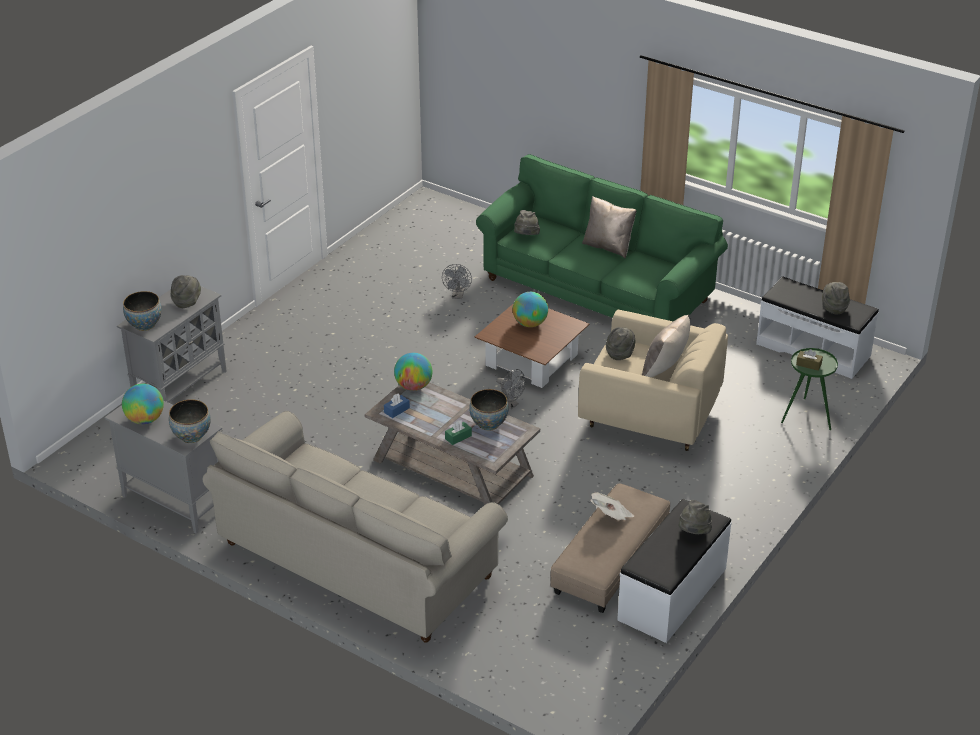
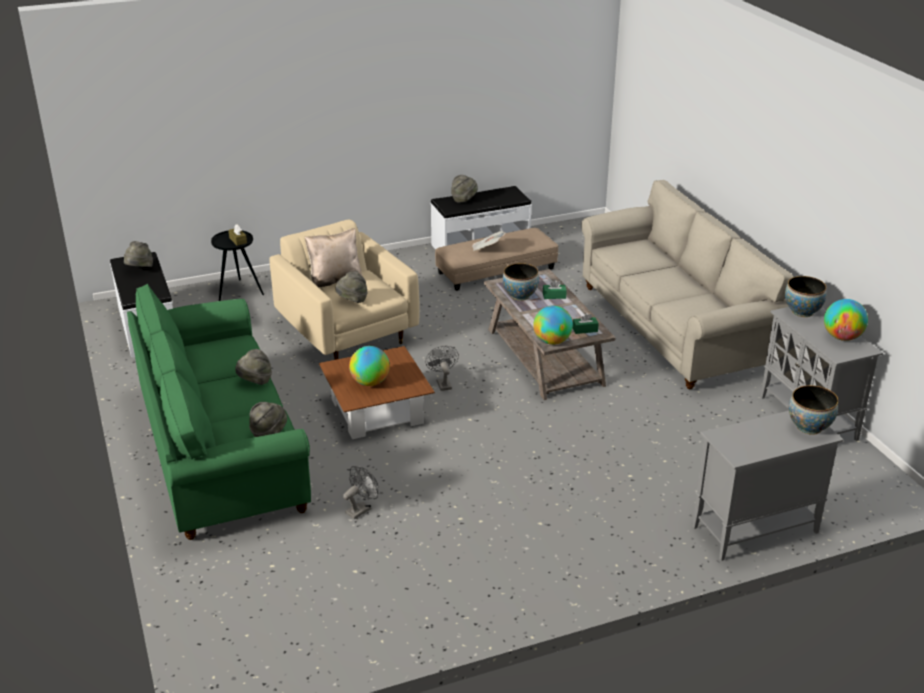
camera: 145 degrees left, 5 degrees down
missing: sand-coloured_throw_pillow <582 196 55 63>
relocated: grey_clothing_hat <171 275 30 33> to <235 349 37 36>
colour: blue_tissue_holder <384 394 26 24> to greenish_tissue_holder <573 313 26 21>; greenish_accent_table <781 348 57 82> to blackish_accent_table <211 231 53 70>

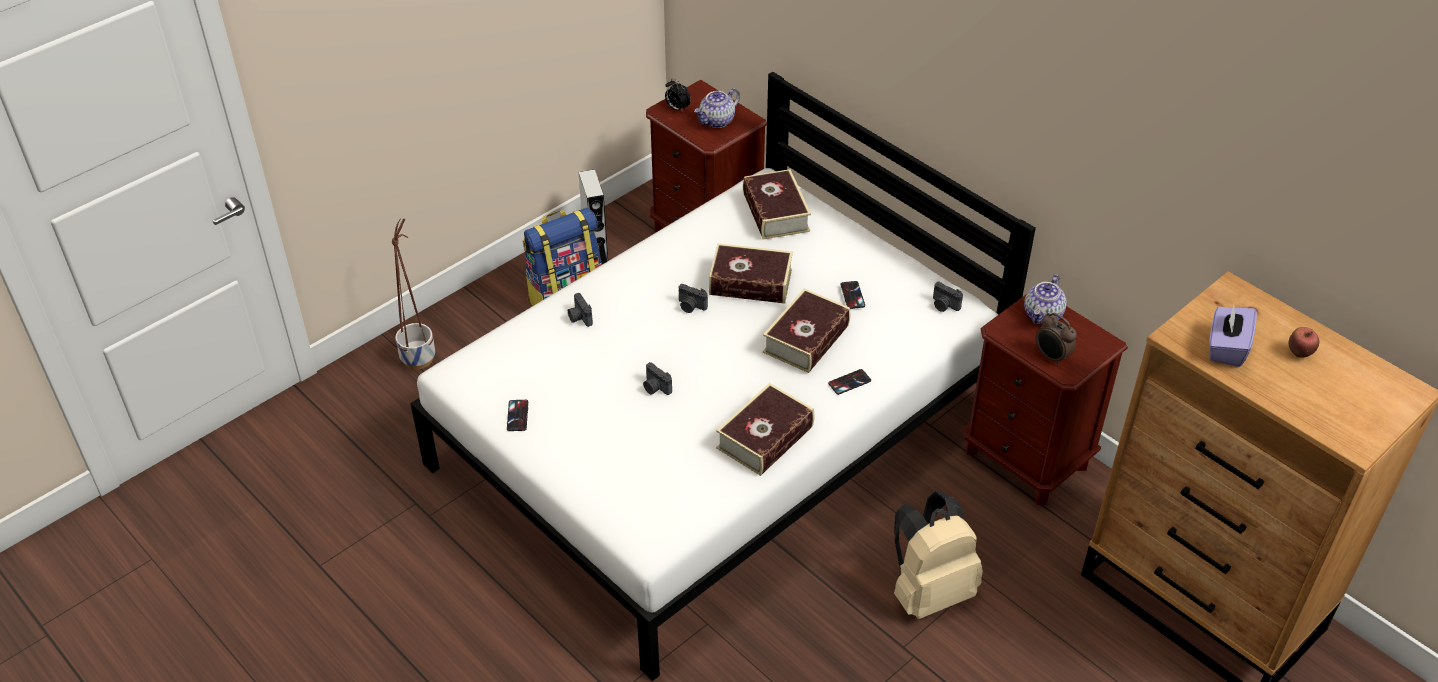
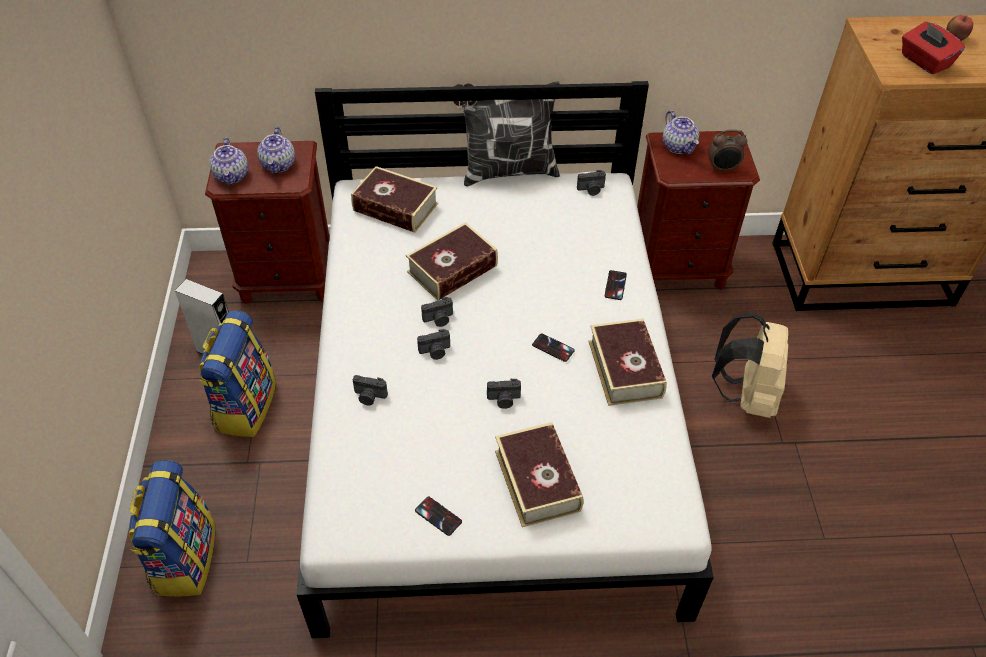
camera: 50 degrees left, 5 degrees up
appeared: photo_camera <417 329 33 31>; throw_pillow <453 81 107 106>
relocated: book <763 288 87 85> to <495 422 89 105>; handset <840 281 25 28> to <532 333 43 29>
exchanged: planter <392 218 43 151> to backpack <129 460 86 137>; alarm_clock <665 79 26 33> to pot_for_tea <209 138 39 47>
colour: purple-coloured_tissue_holder <1209 305 48 62> to red-coloured_tissue_holder <902 22 63 52>

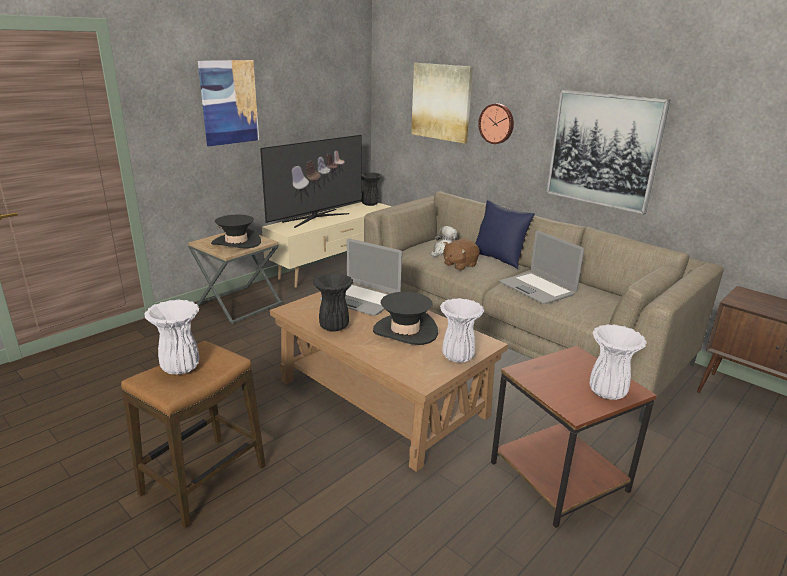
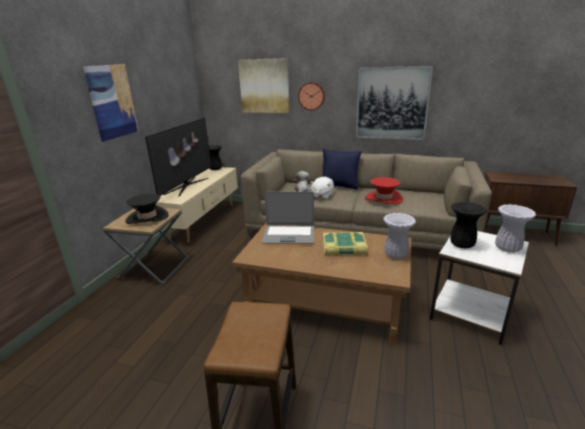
camera: 25 degrees left, 0 degrees up
missing: white-coloured_flower_vase <144 300 56 75>
relocated: blackish_flower_vase <313 273 40 59> to <450 202 37 46>
exchanged: blackish_clothing_hat <373 292 65 53> to book <323 232 45 24>; laptop <499 231 85 73> to red-coloured_clothing_hat <365 177 38 28>
colour: brown_plush_toy <443 239 37 32> to white-coloured_plush_toy <310 177 24 22>; brown_accent_table <491 346 166 182> to white-coloured_accent_table <430 231 99 114>

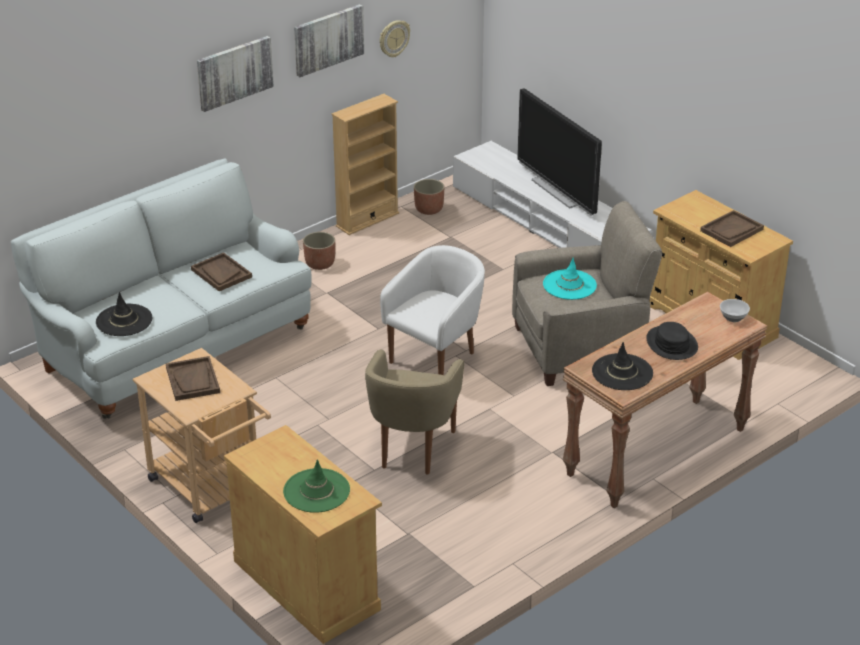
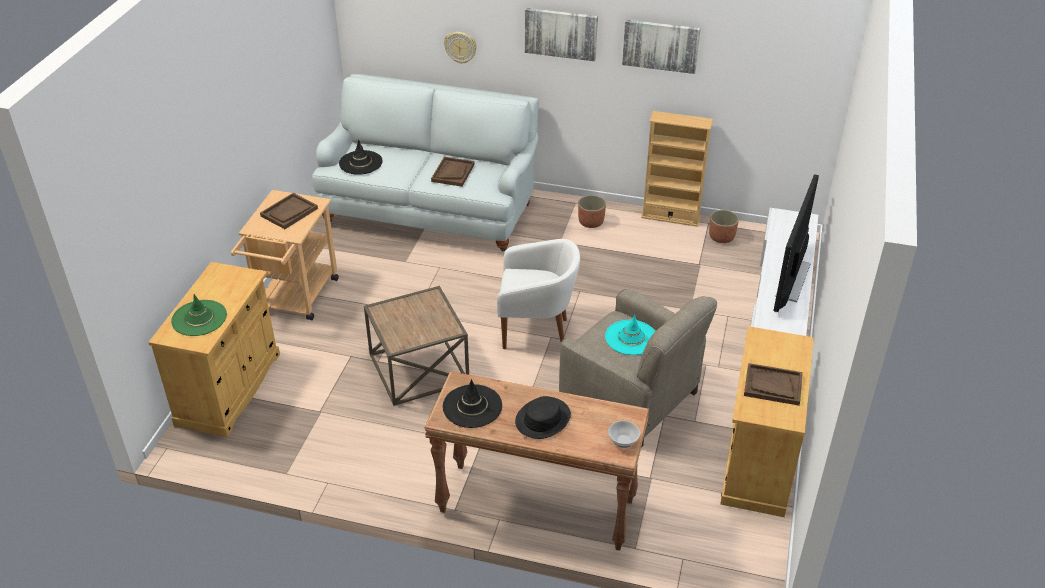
camera: 55 degrees right, 5 degrees up
relocated: wall_clock <380 20 30 37> to <444 32 33 32>
exchanged: sand-coloured_easy_chair <365 349 99 126> to brown_accent_table <364 286 105 120>

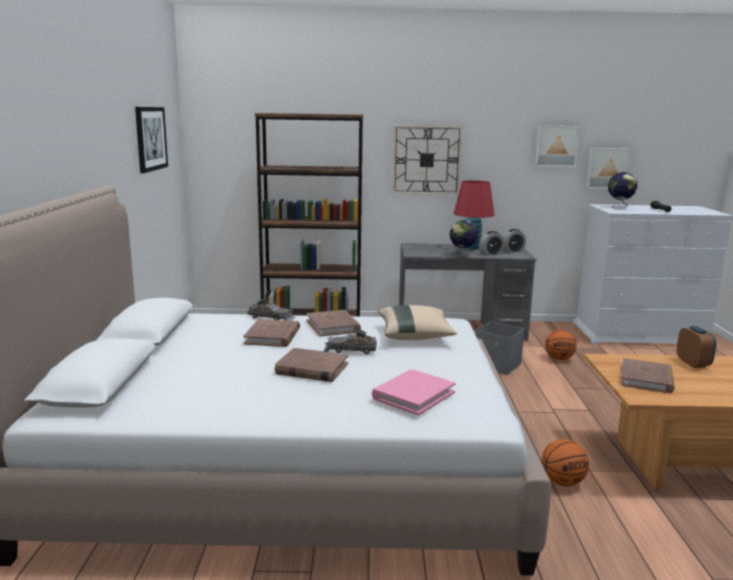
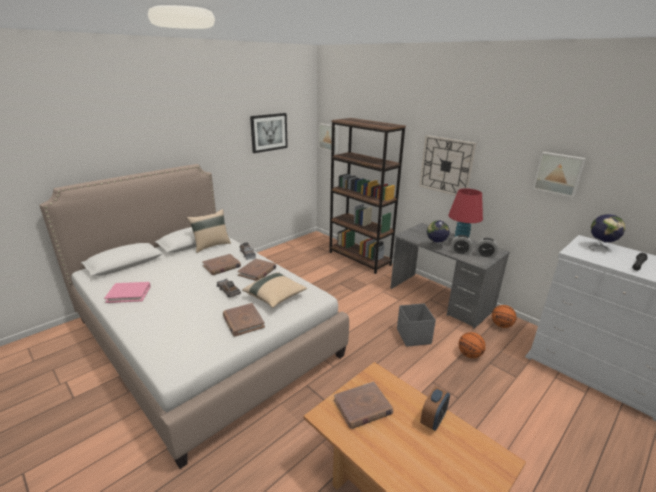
camera: 45 degrees right, 10 degrees up
appeared: sand-coloured_throw_pillow <186 209 45 44>
relocated: brown_book <275 348 73 34> to <223 303 42 34>; pink_book <372 370 83 45> to <104 282 47 21>; basketball_ball <541 439 48 47> to <492 305 25 23>; wall_art <586 148 46 41> to <319 123 20 29>

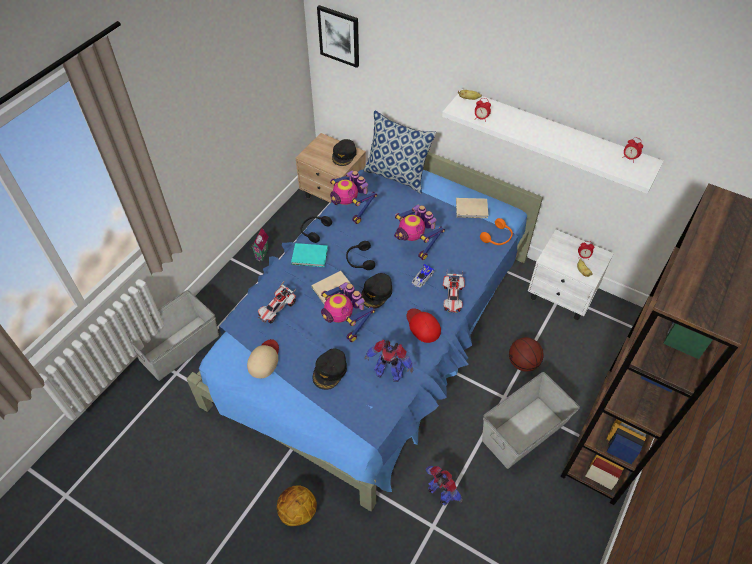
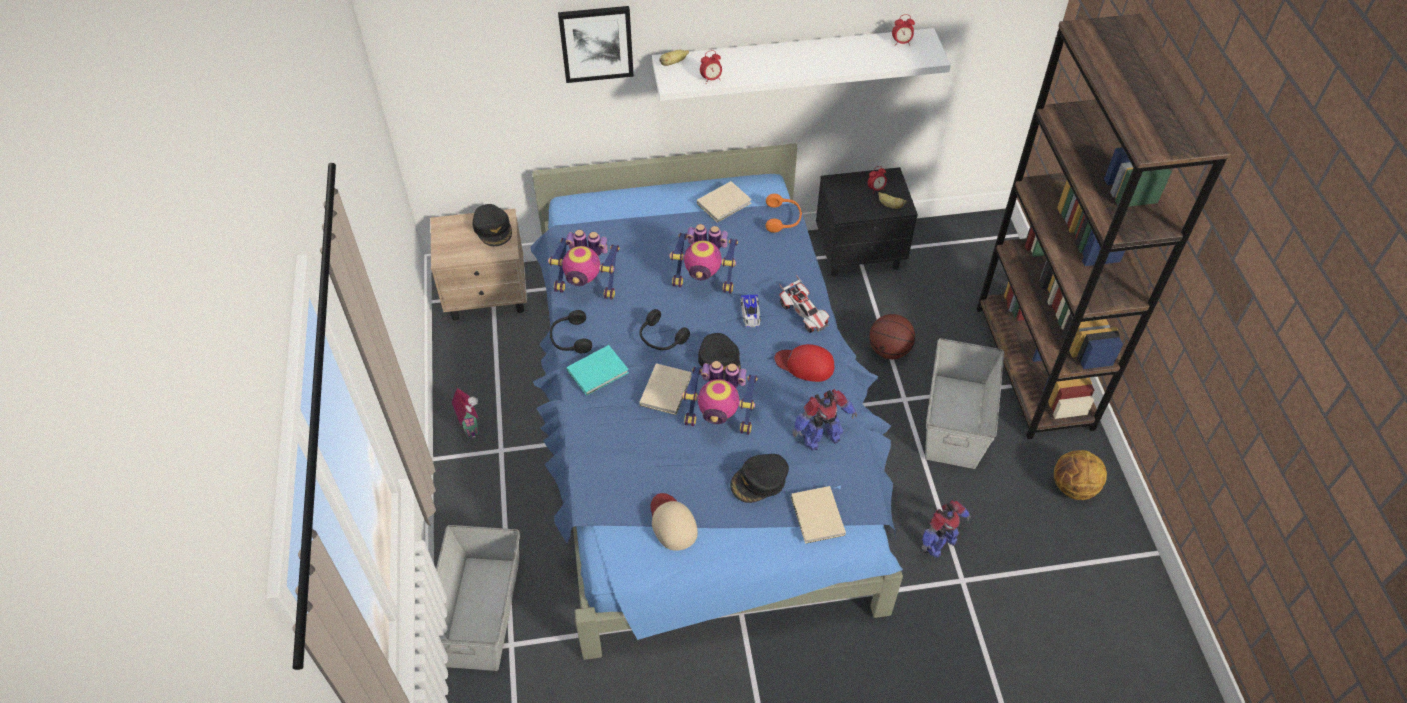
camera: 40 degrees left, 0 degrees up
missing: toy_car <257 282 39 42>; throw_pillow <364 110 72 84>
appeared: sand-coloured_book <791 486 55 58>
relocated: basketball_ball <277 485 40 41> to <1054 450 53 50>; wall_art <317 5 42 63> to <558 6 76 77>
colour: white-coloured_nightstand <528 230 86 90> to blackish_nightstand <816 167 102 110>
spun: blackish_baseball_cap <313 349 34 41> = <730 454 59 49> 75 degrees clockwise; model_robot <426 466 37 40> = <922 500 49 58> 135 degrees clockwise

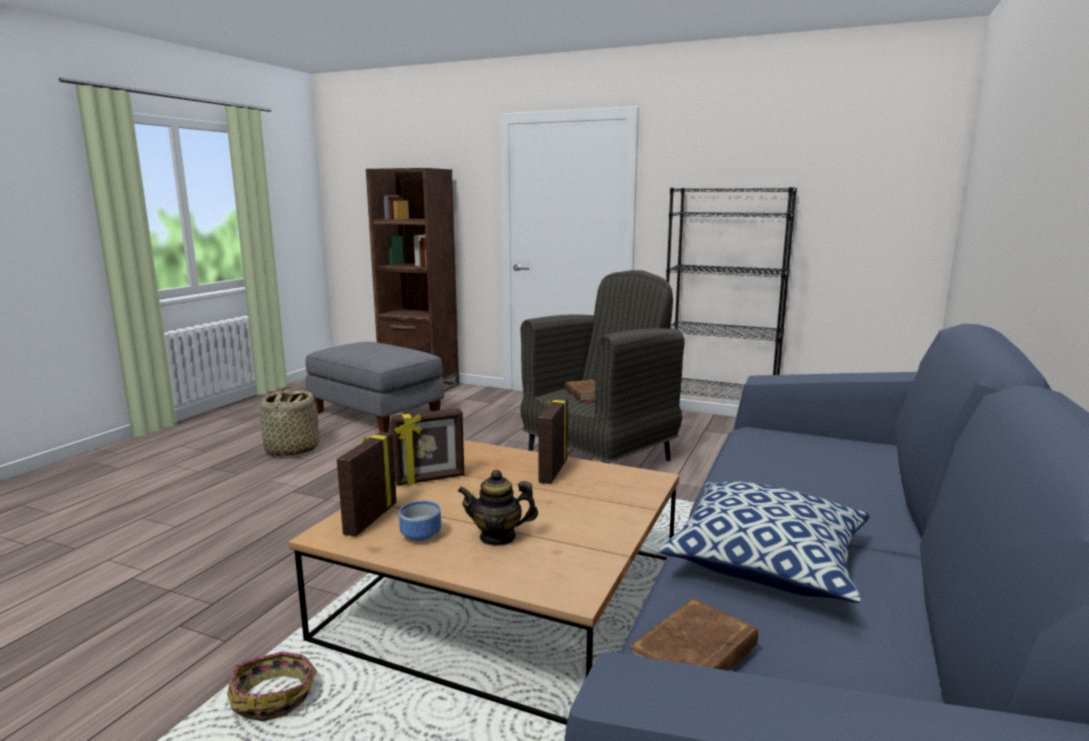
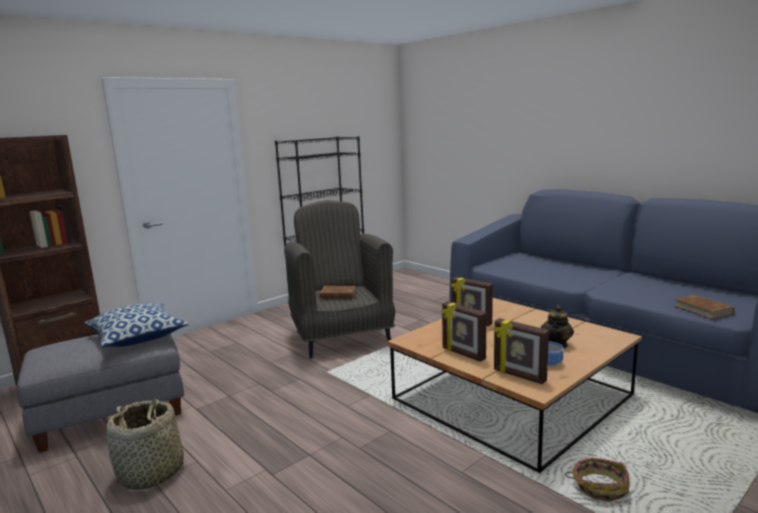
camera: 65 degrees left, 0 degrees up
relocated: throw_pillow <659 481 211 122> to <84 303 105 44>
spun: photo_frame <391 408 73 78> = <441 301 45 61> 135 degrees clockwise

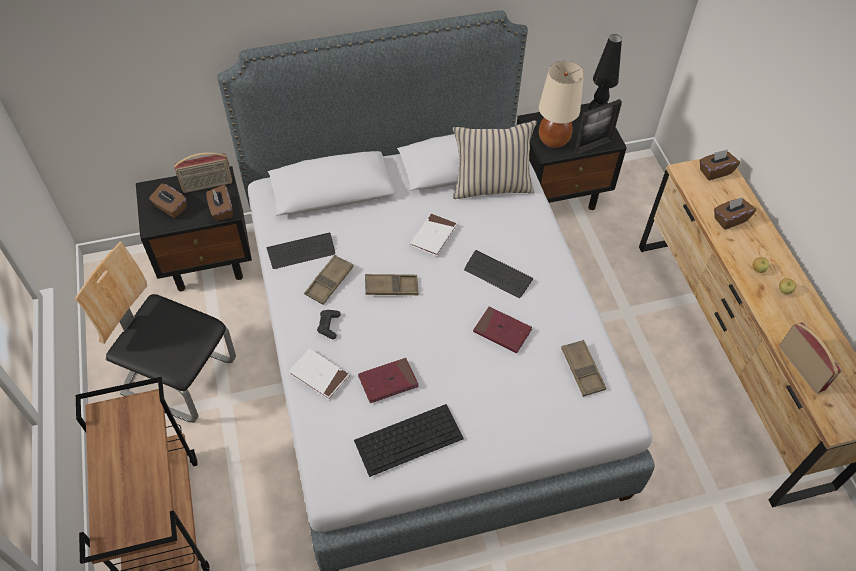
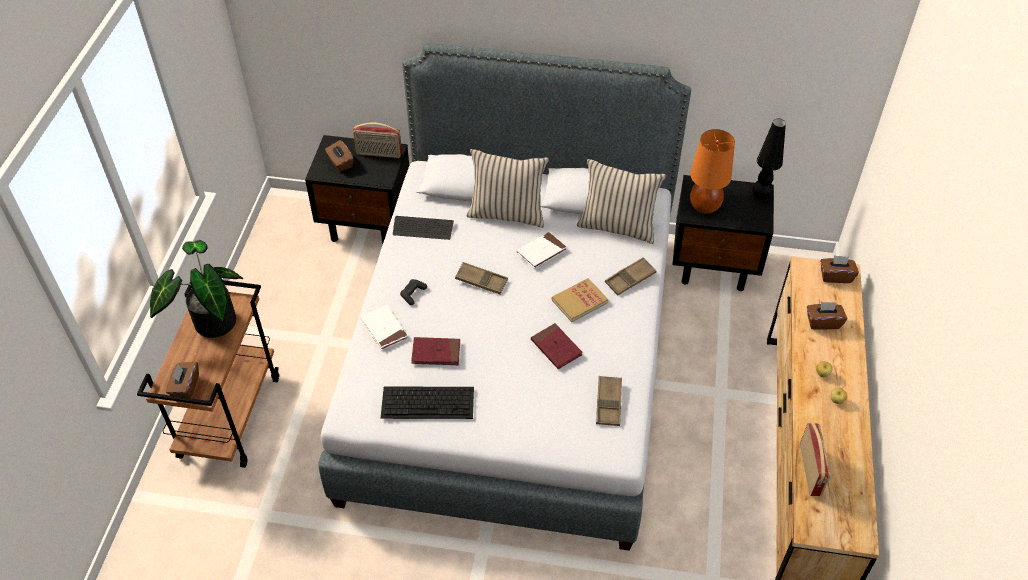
camera: 25 degrees right, 5 degrees down
missing: chair <75 242 161 181>; photo_frame <575 99 47 56>
appeared: plant_in_a_pot <150 240 93 98>; sand-coloured_throw_pillow <467 149 82 79>
relocated: brown_tissue_holder <206 184 27 37> to <166 362 33 36>; brown_serving_tray <304 255 50 50> to <605 257 51 39>
exchanged: PC_keyboard <464 250 69 48> to book <552 278 56 44>
colour: sand-coloured_tabletop_lamp <539 61 45 87> to orange-coloured_tabletop_lamp <690 129 45 85>

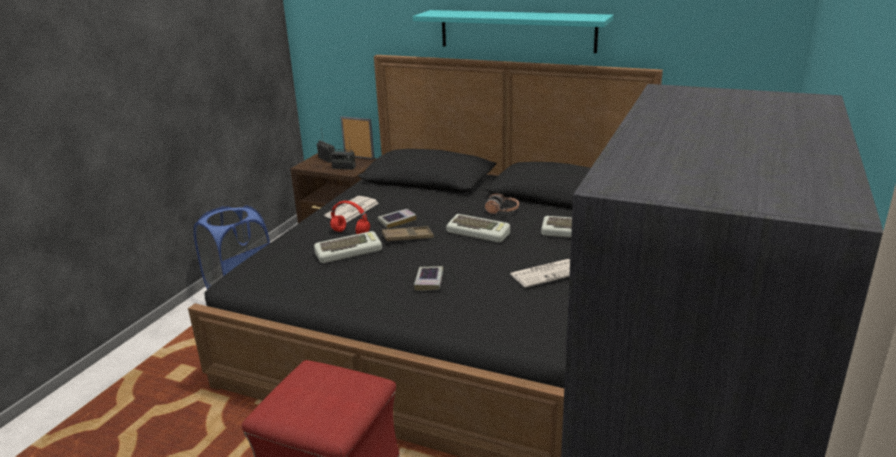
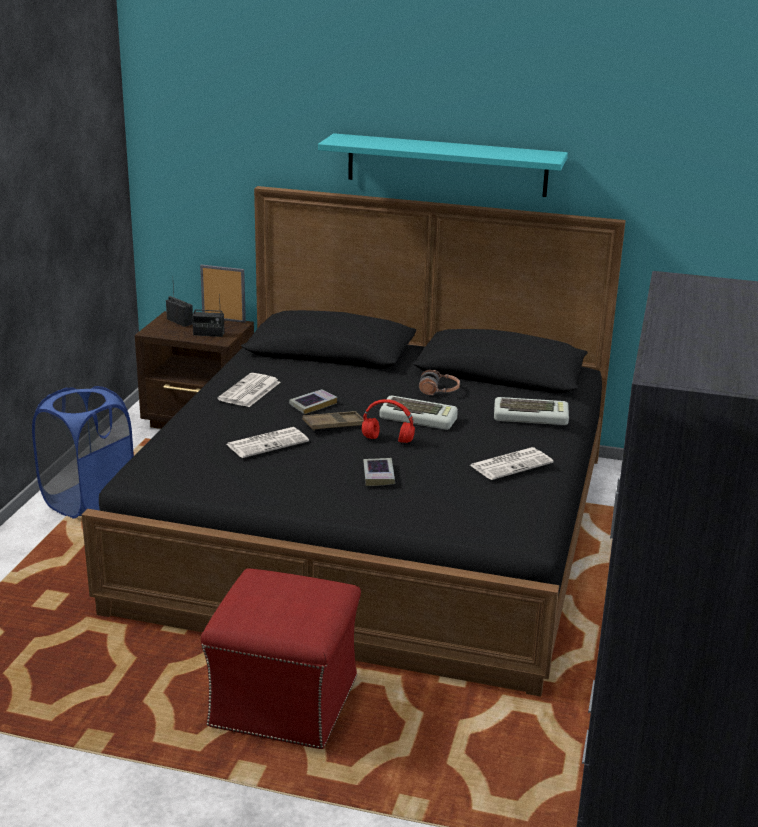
camera: 10 degrees left, 0 degrees up
relocated: red-coloured_pair_of_headphones <330 201 40 33> to <362 399 53 44>
exchanged: PC_keyboard <314 231 68 32> to daily_paper <227 427 82 31>

